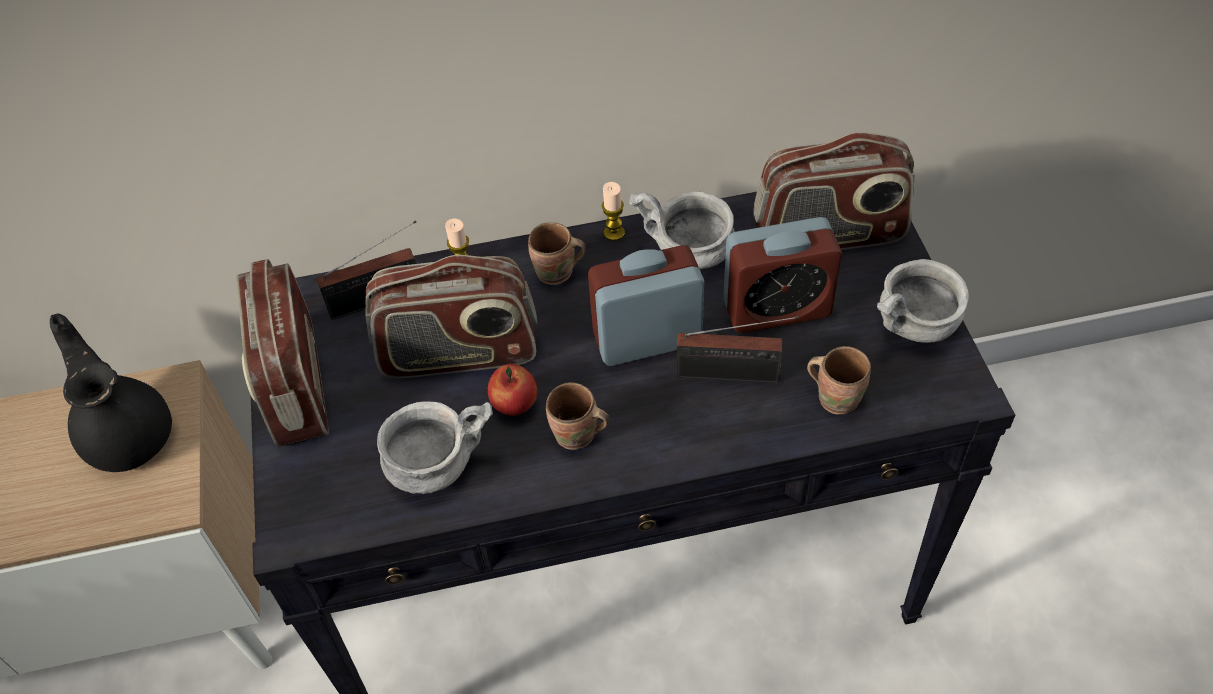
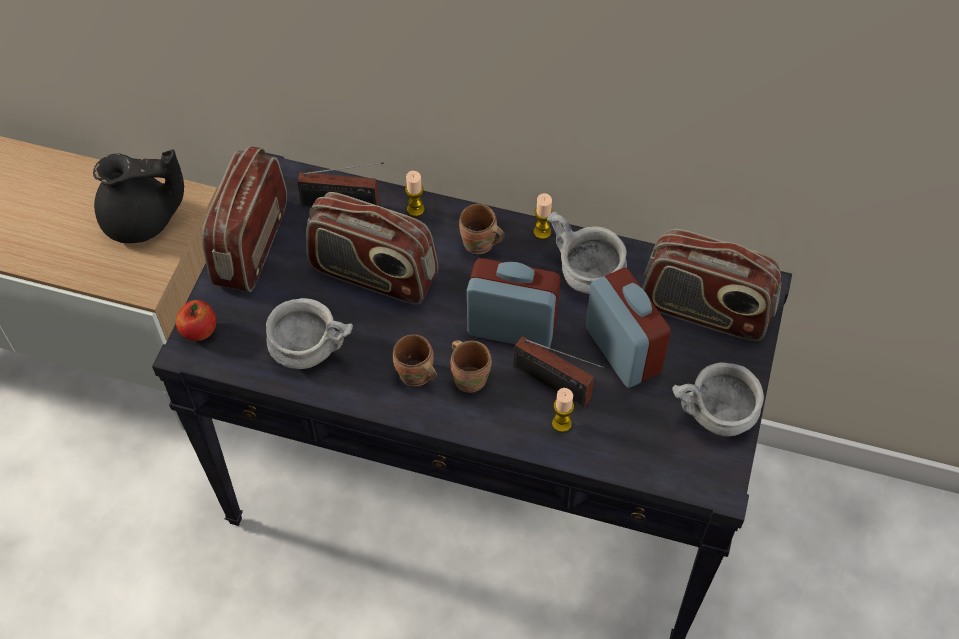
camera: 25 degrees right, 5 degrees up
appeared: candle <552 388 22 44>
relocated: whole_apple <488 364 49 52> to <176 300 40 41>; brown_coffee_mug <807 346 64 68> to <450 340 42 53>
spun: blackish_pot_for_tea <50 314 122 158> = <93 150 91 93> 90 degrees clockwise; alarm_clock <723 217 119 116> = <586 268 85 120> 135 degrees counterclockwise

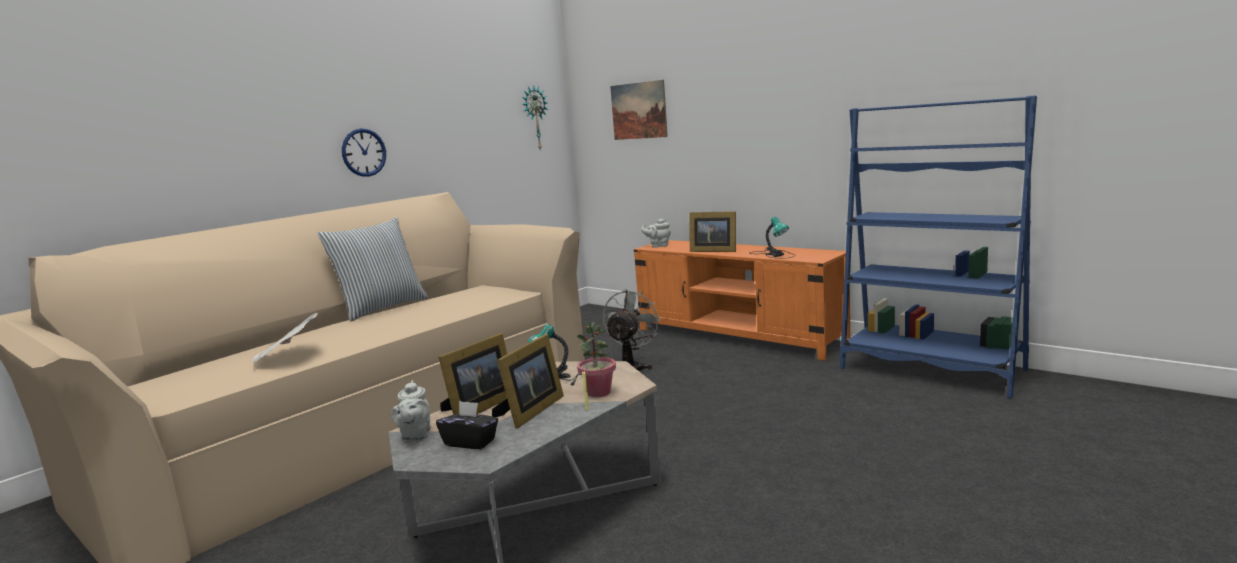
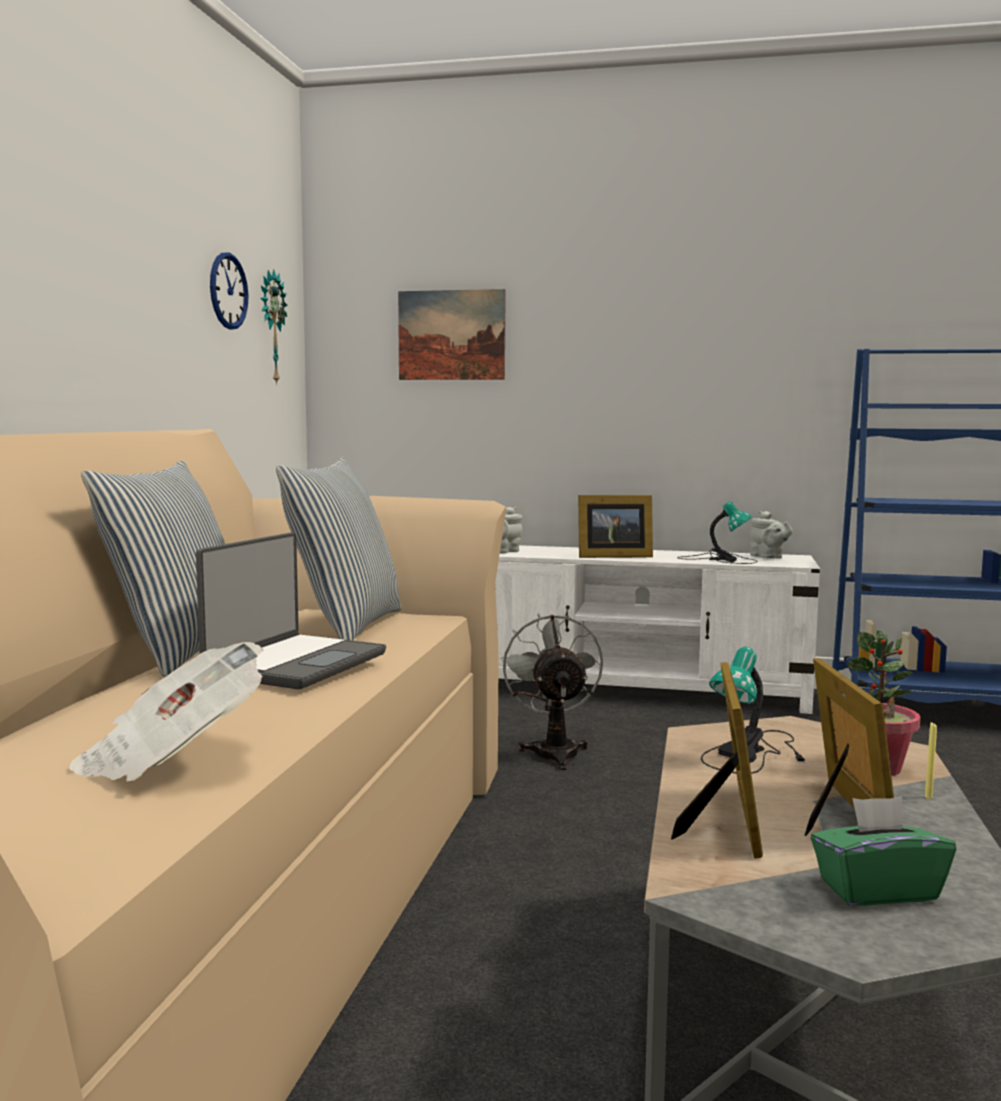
camera: 30 degrees left, 5 degrees down
appeared: laptop <196 532 190 157>; throw_pillow <276 457 126 184>
relocated: wall_clock <342 128 44 49> to <210 253 38 77>; grey_pot_for_tea <391 380 40 61> to <750 511 43 48>
colour: blackish_tissue_holder <436 401 62 48> to greenish_tissue_holder <811 797 145 109>; orange-coloured_tv_unit <634 240 216 121> to white-coloured_tv_unit <495 545 325 169>

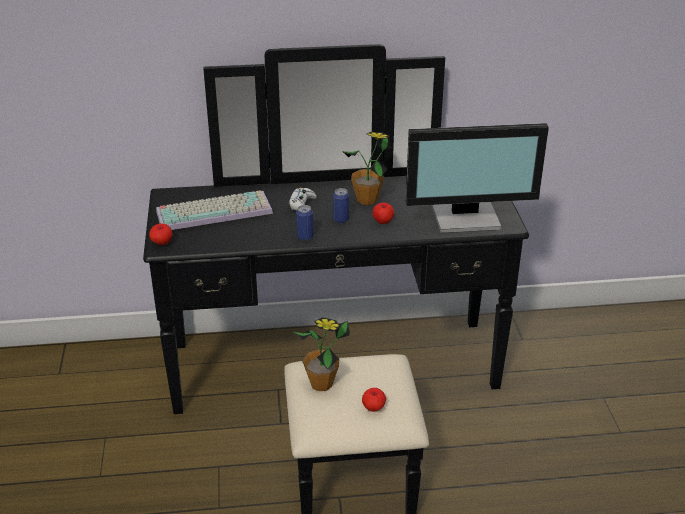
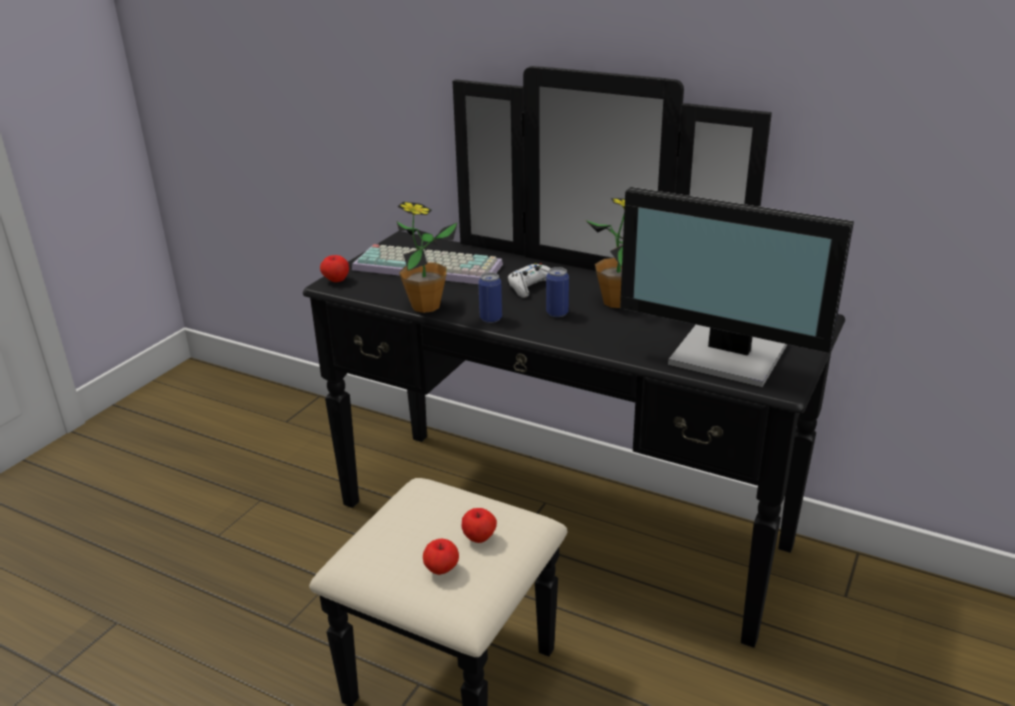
camera: 35 degrees right, 5 degrees down
relocated: plant_in_a_pot <292 317 58 74> to <396 202 62 111>; whole_apple <372 203 22 21> to <461 508 36 35>

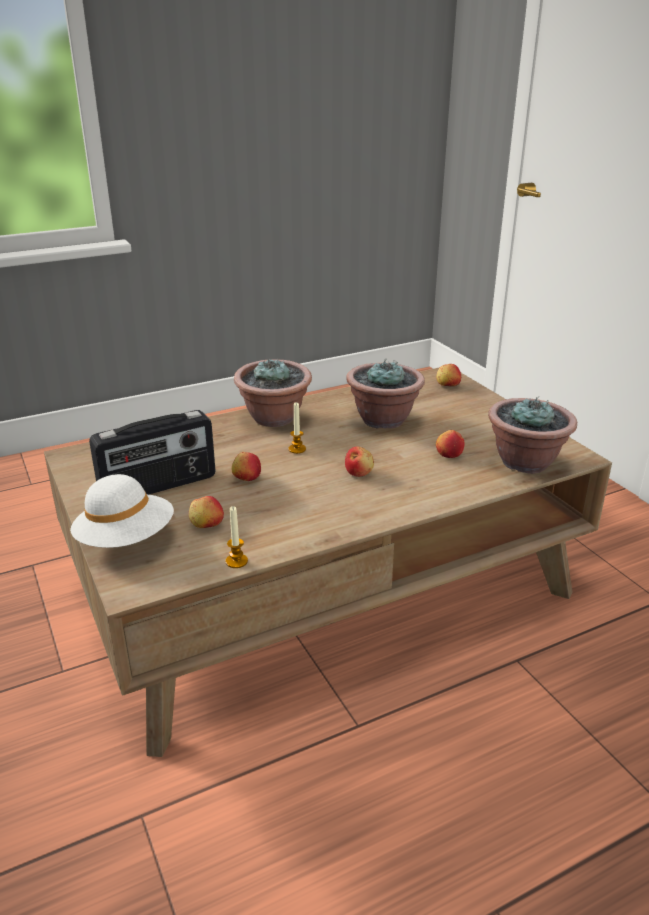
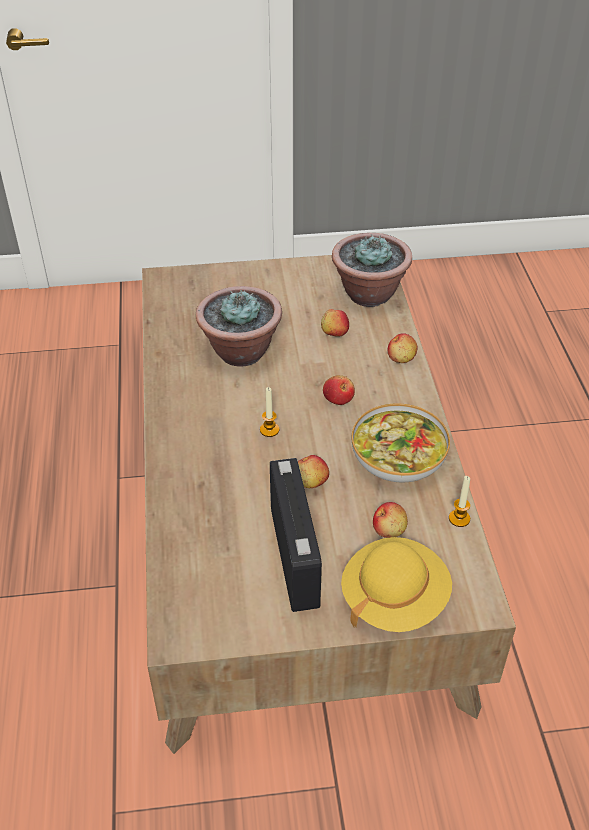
camera: 70 degrees left, 15 degrees up
missing: plant_in_a_pot <234 358 78 69>
appeared: serving_bowl <352 404 98 78>
relocated: whole_apple <436 364 25 22> to <388 333 29 30>
colour: white-coloured_clothing_hat <70 474 104 74> to yellowish_clothing_hat <341 537 111 95>

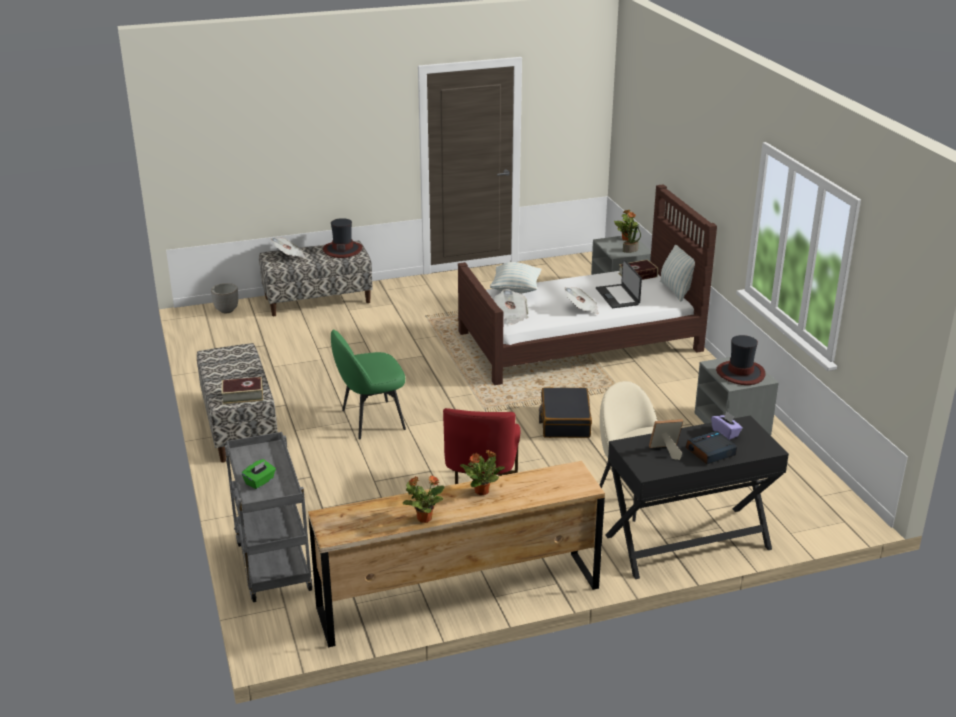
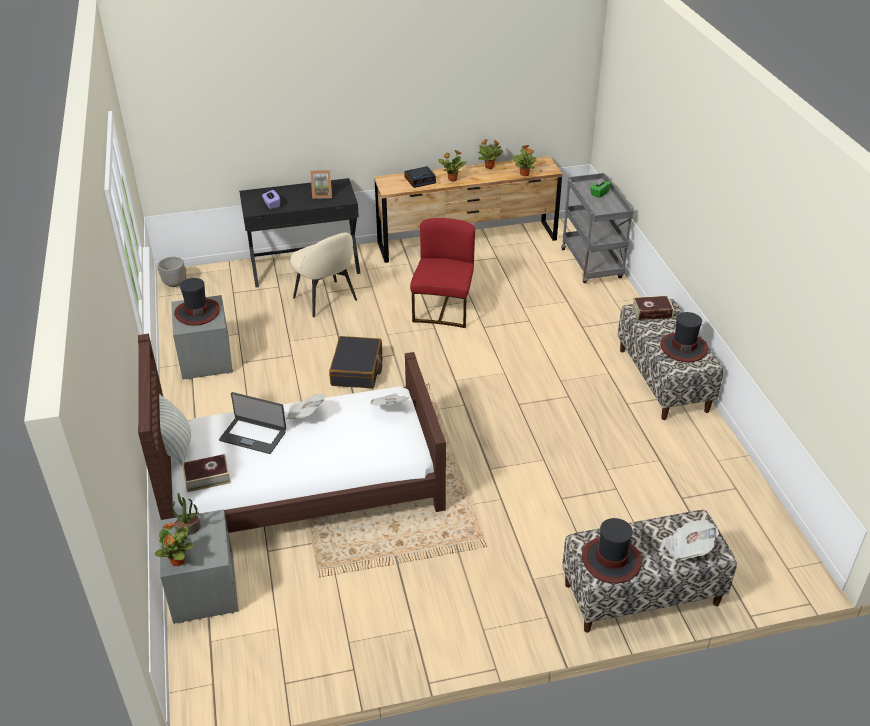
camera: 175 degrees left, 10 degrees up
missing: greenish_chair <331 329 75 110>; throw_pillow <490 262 51 31>
appeared: plant_in_a_pot <512 145 24 31>; clothing_hat <660 312 48 50>
relocated: planter <211 283 27 30> to <157 257 28 30>; alarm_clock <685 431 52 33> to <404 166 32 22>
spun: laptop <596 259 46 49> = <219 392 67 62> 120 degrees clockwise

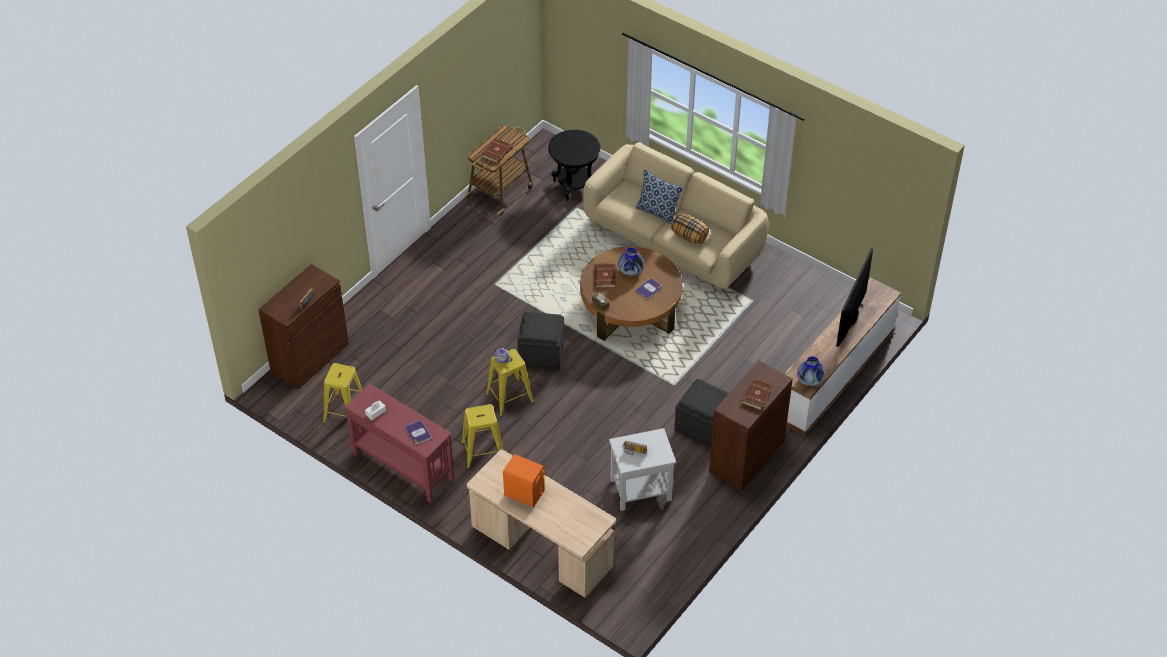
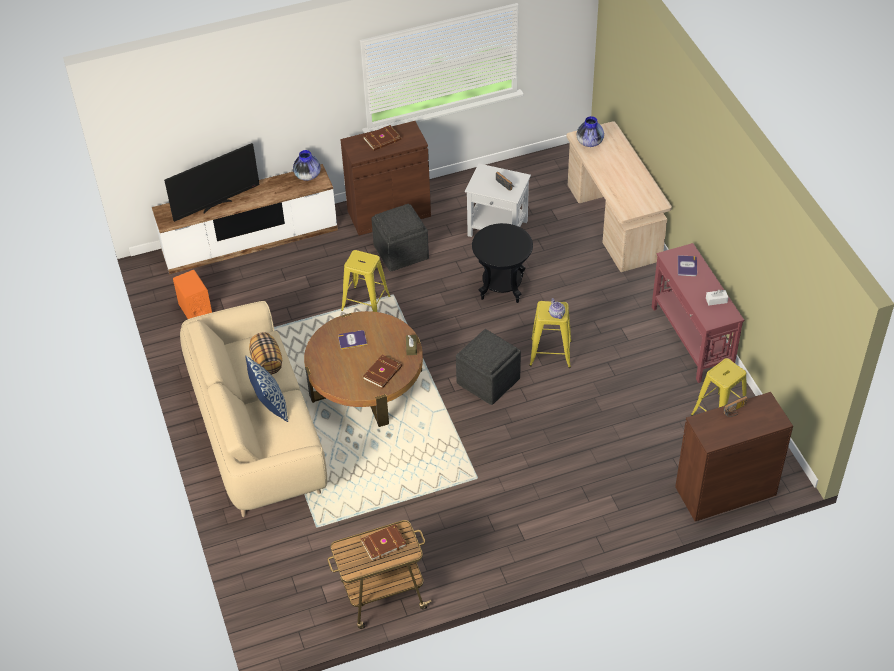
camera: 145 degrees left, 0 degrees up
relocated: yellowish_stool_seat <461 404 42 65> to <341 250 49 62>; orange-coloured_loudspeaker <503 454 42 53> to <173 270 39 49>; blackish_accent_table <548 130 53 71> to <472 223 61 80>; flower_vase <618 248 26 28> to <576 116 28 31>

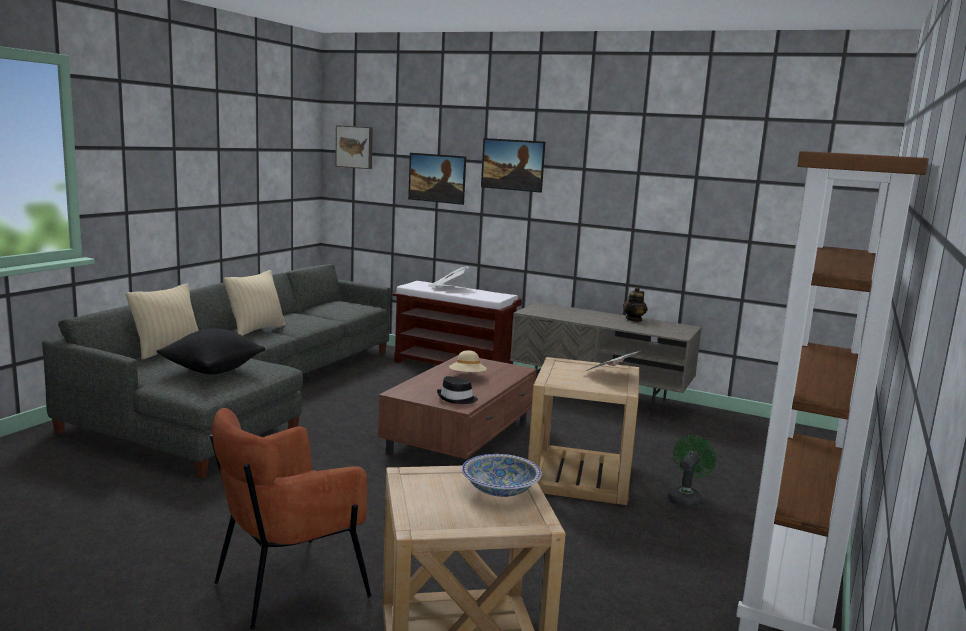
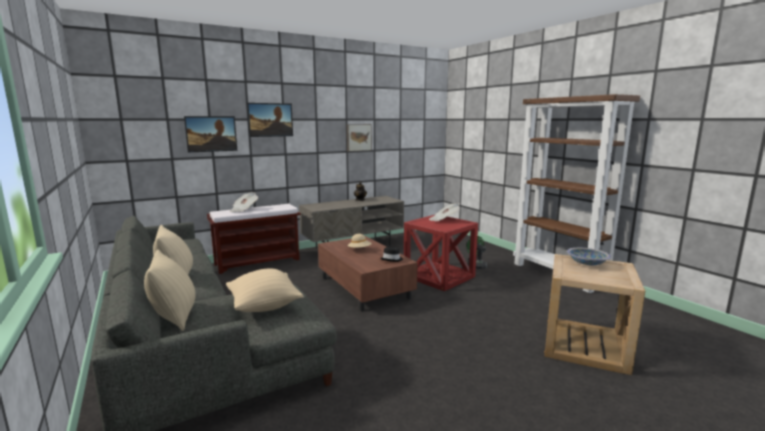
camera: 55 degrees left, 0 degrees up
missing: brown_easy_chair <210 408 162 221>
relocated: wall_art <335 125 38 44> to <347 124 25 28>
colour: blackish_throw_pillow <156 329 109 45> to sand-coloured_throw_pillow <226 268 78 44>; sand-coloured_accent_table <528 357 111 148> to red-coloured_accent_table <404 215 74 76>

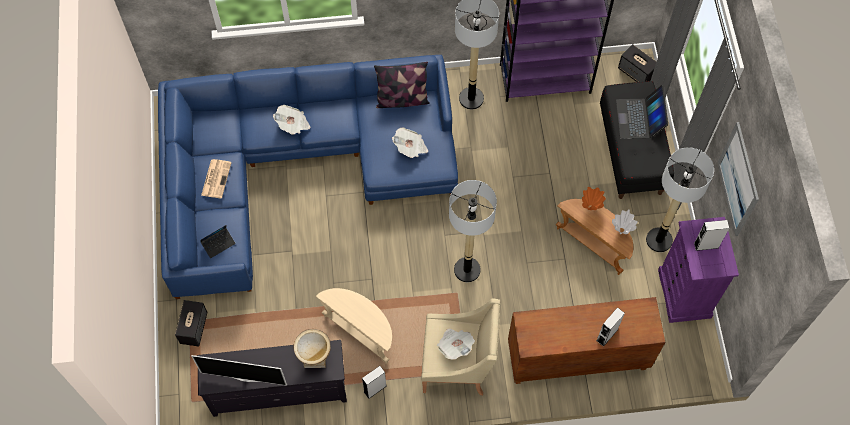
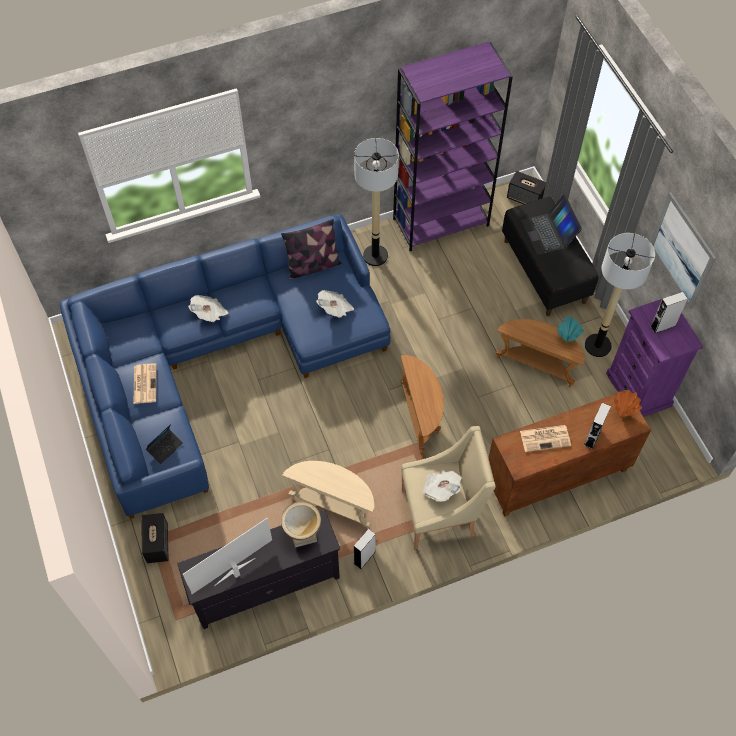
camera: 15 degrees left, 5 degrees down
appeared: daily_paper <520 425 51 27>
relocated: orange-coloured_flower_vase <582 187 24 23> to <614 390 28 27>
exchanged: floor_lamp <449 180 48 102> to brown_accent_table <401 355 43 100>
colour: white-coloured_flower_vase <612 209 26 25> to turquoise_flower_vase <558 315 26 27>
spun: television <191 355 96 31> = <183 518 89 76> 150 degrees clockwise

